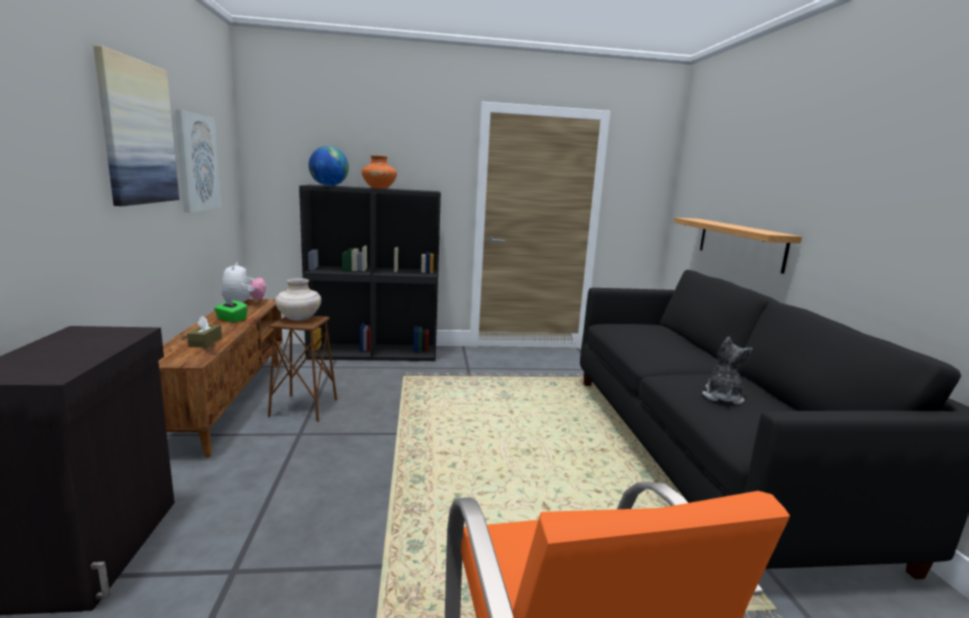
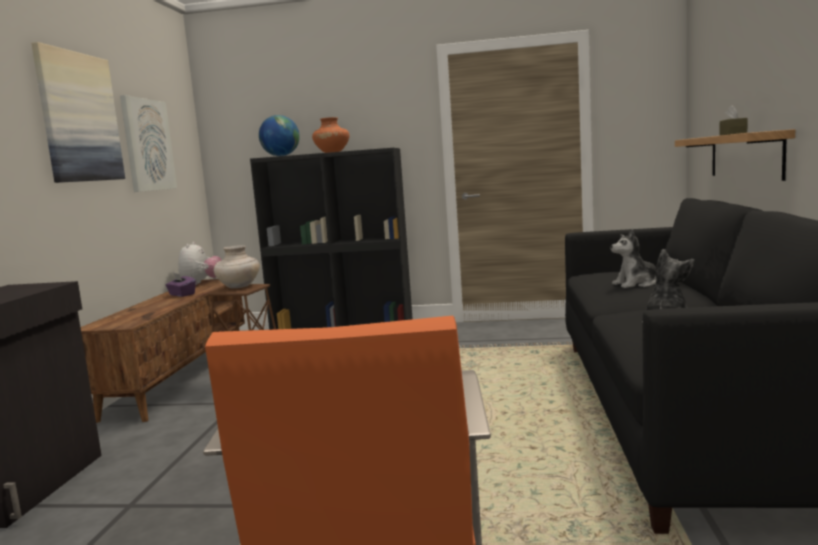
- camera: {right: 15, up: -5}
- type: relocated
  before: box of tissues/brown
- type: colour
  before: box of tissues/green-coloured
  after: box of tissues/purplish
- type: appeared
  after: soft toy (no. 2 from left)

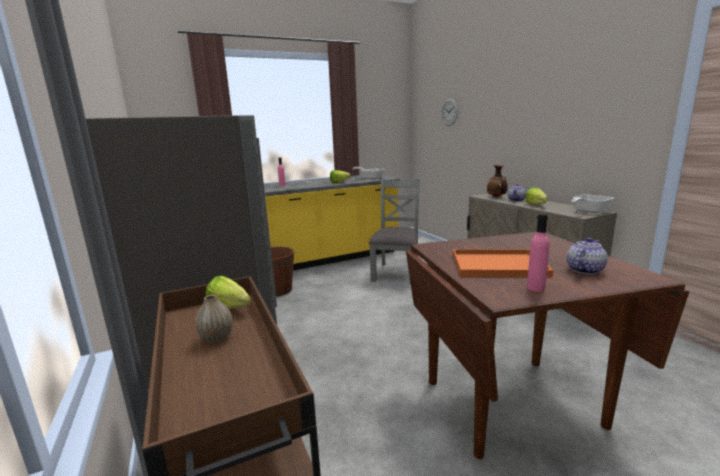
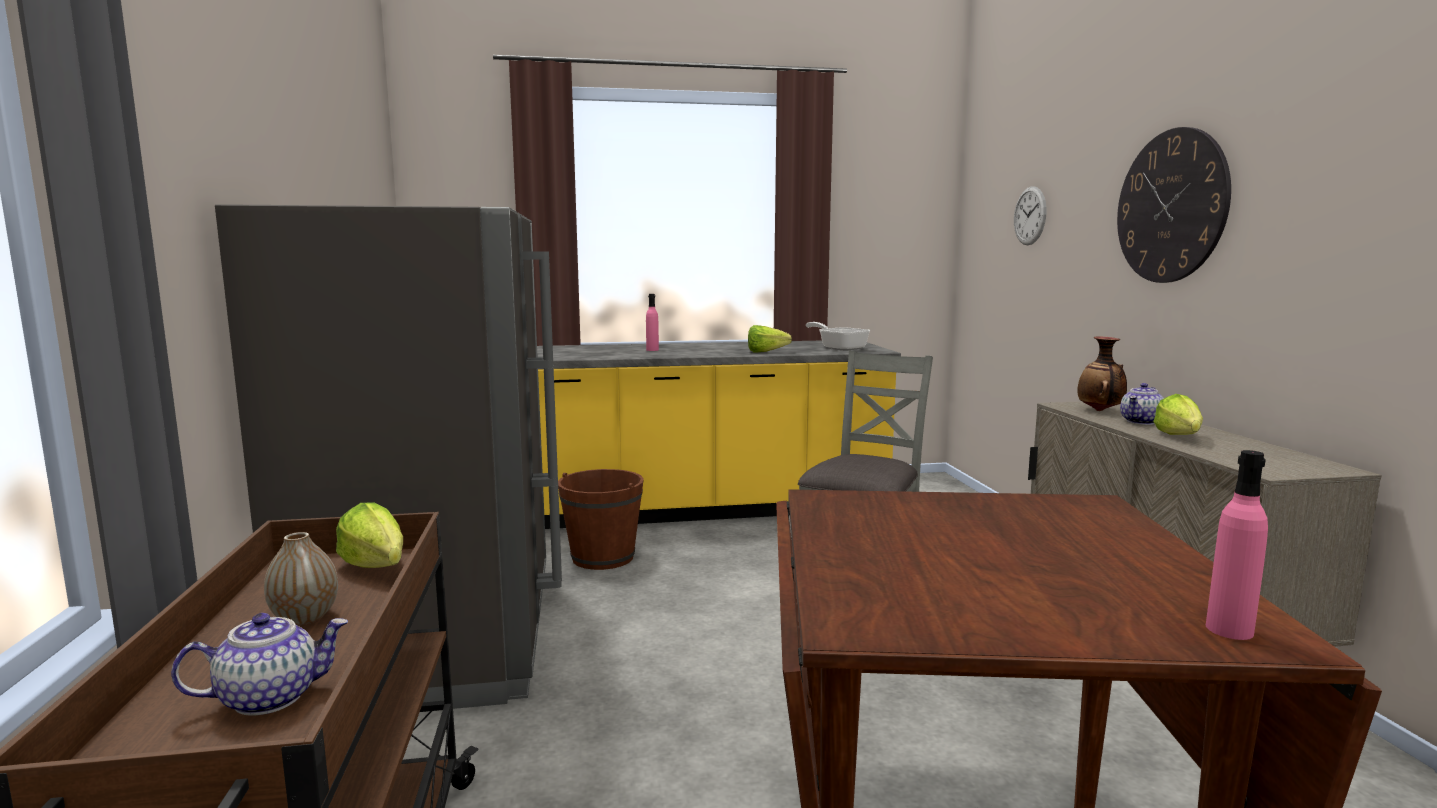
- camera: {right: 15, up: -5}
- type: missing
  before: tray/orange-coloured
- type: relocated
  before: beverage bottle/pinkish (no. 2 from left)
- type: relocated
  before: teapot (no. 2 from left in the first image)
  after: teapot (no. 1 from left)
- type: missing
  before: pan (no. 2 from left)
- type: appeared
  after: wall clock (no. 2 from left)

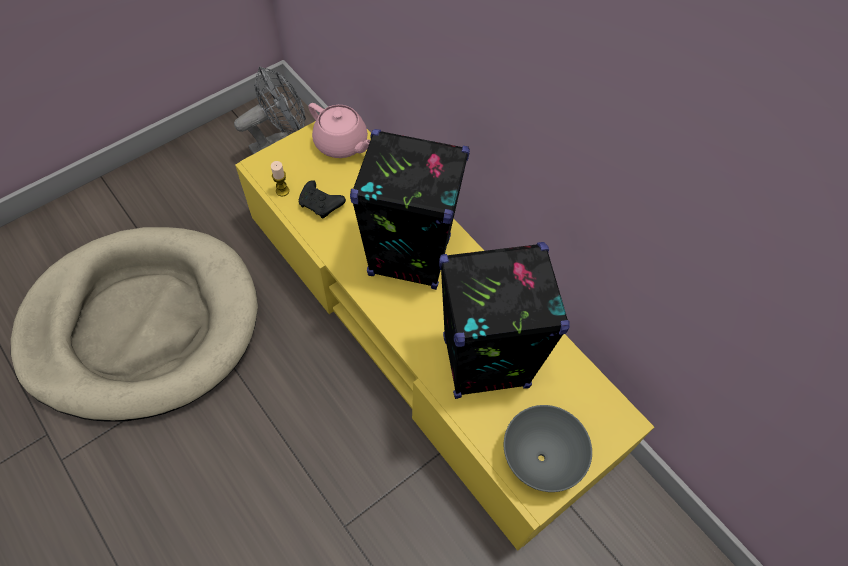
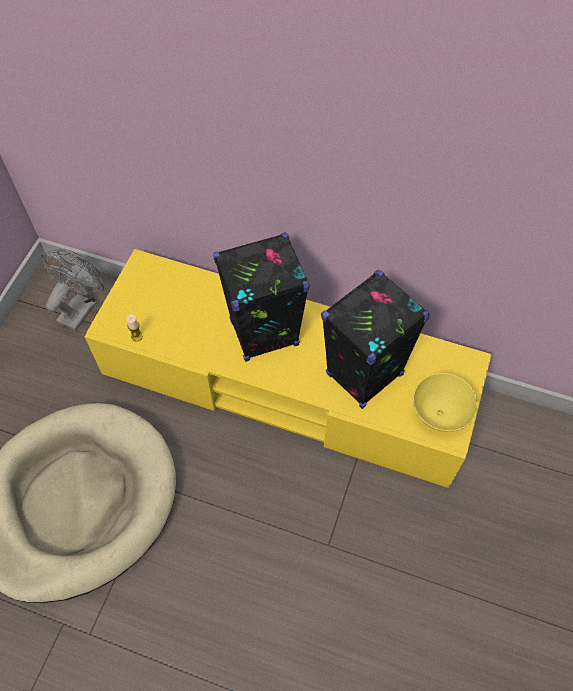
- camera: {right: -30, up: 0}
- type: missing
  before: joypad/blackish
- type: missing
  before: teapot/pinkish
- type: colour
  before: deep dish/gray
  after: deep dish/yellowish

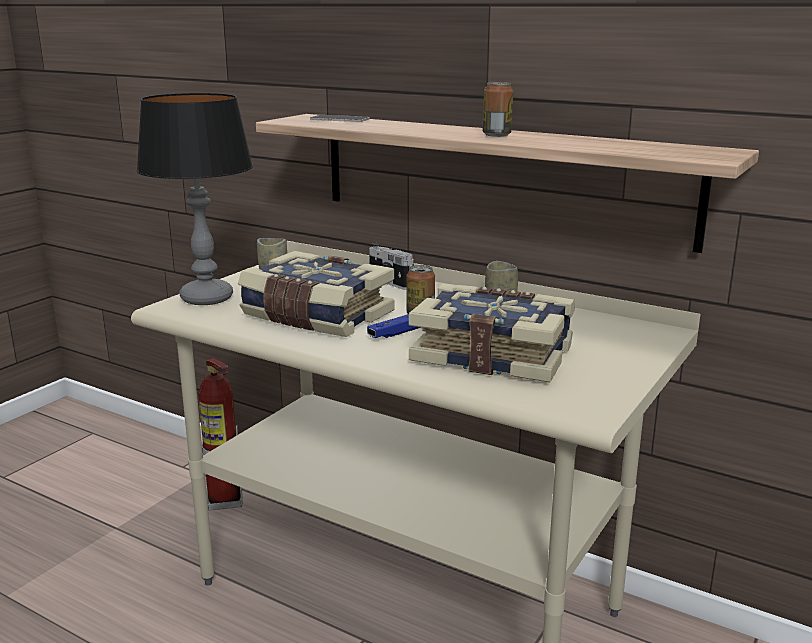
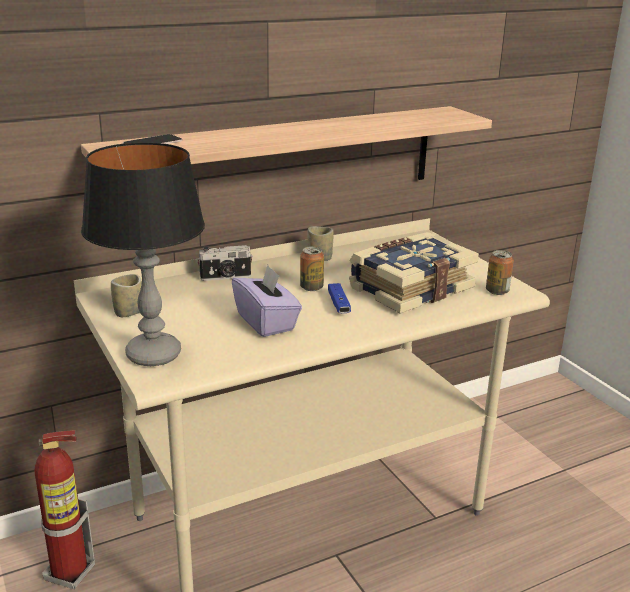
- camera: {right: -60, up: 5}
- type: exchanged
  before: book (no. 1 from left)
  after: box of tissues/purplish
- type: relocated
  before: sealed can (no. 2 from left)

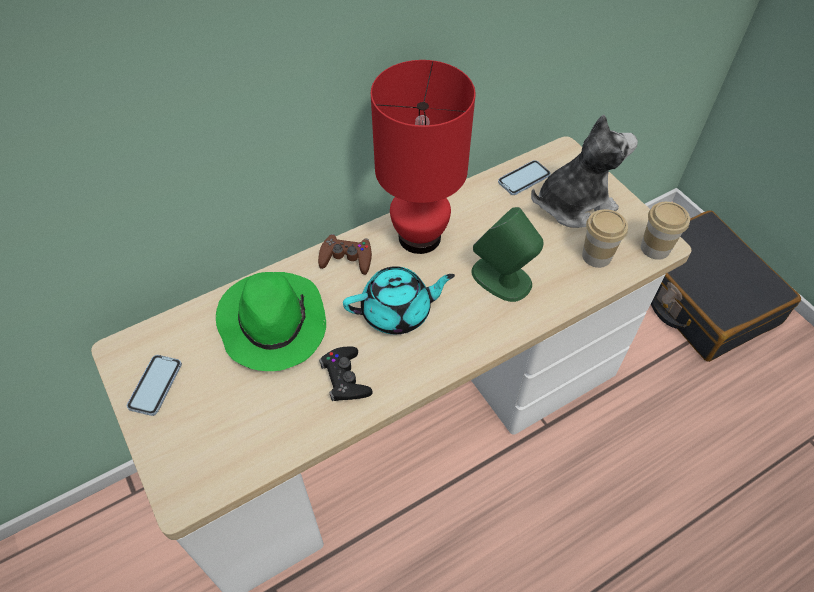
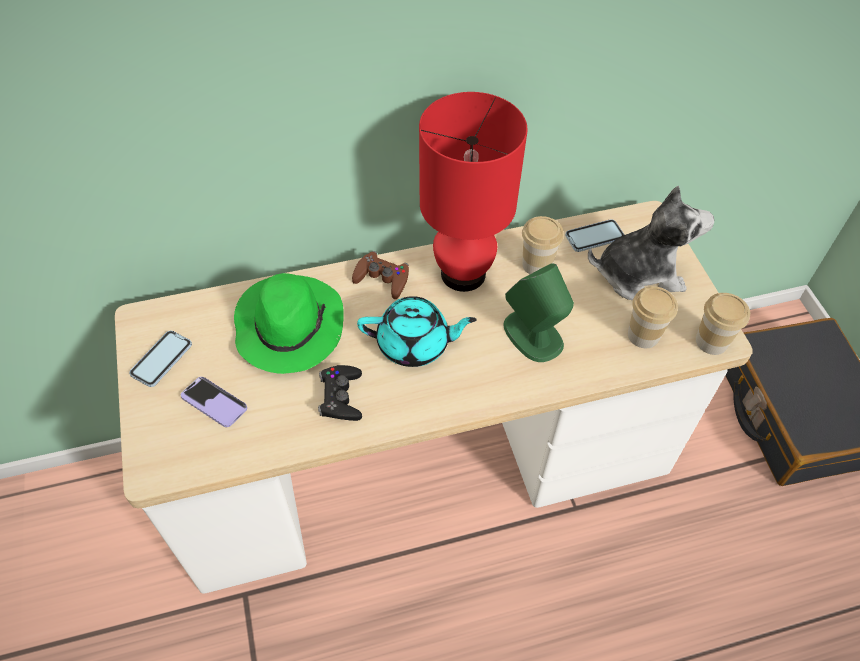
- camera: {right: 15, up: 0}
- type: appeared
  after: telephone (no. 2 from left)
- type: appeared
  after: cup (no. 1 from left)

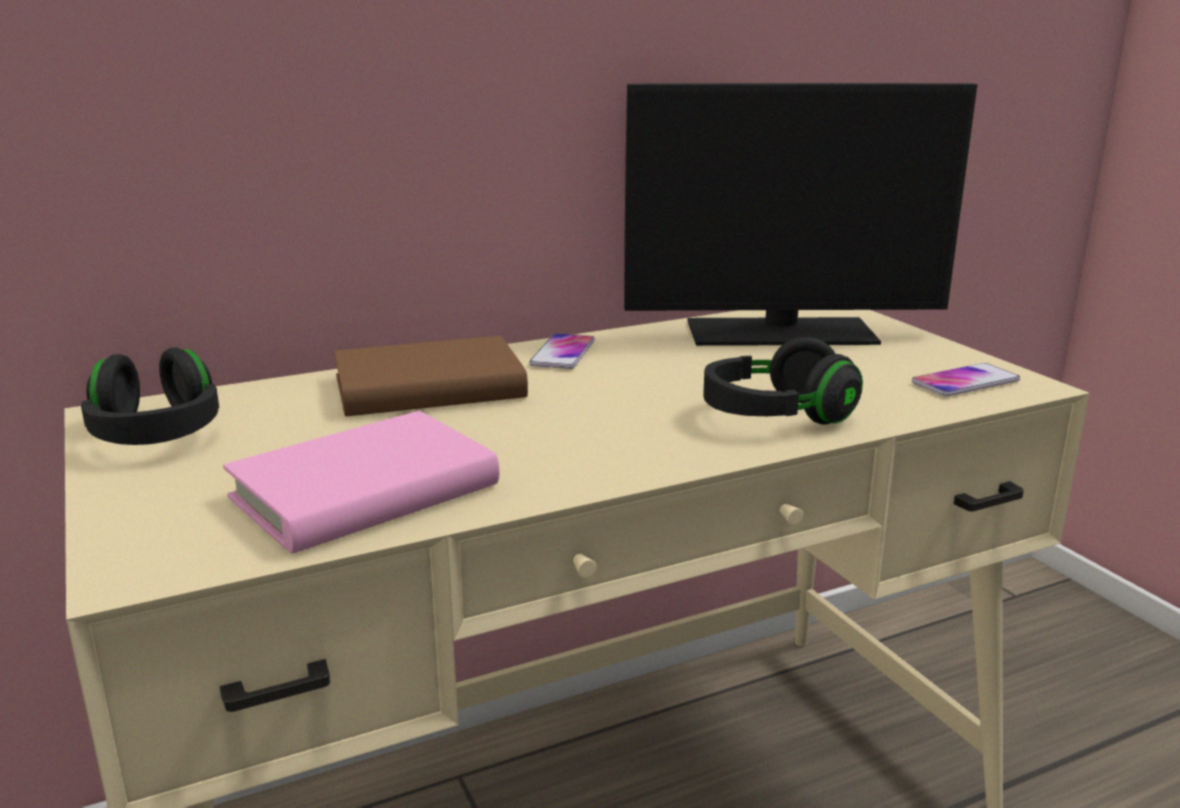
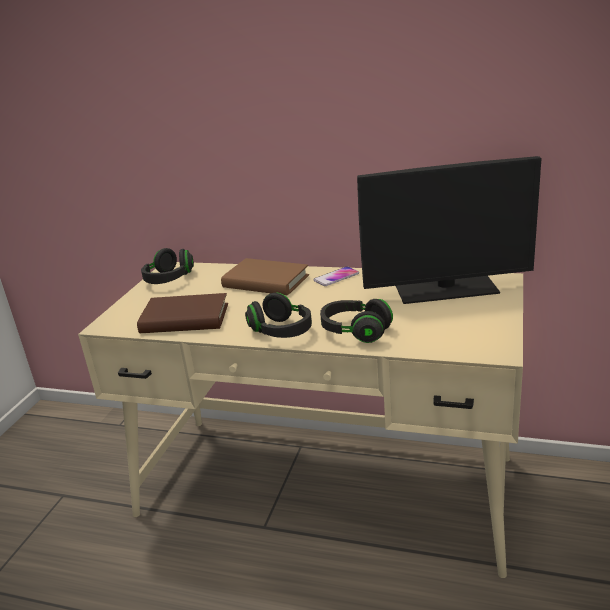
- camera: {right: 45, up: 5}
- type: colour
  before: book/pinkish
  after: book/brown (no. 1 from left)
- type: spun
  before: monitor
  turn: -45
- type: missing
  before: telephone (no. 2 from left)
- type: appeared
  after: headphones/blackish (no. 2 from left)

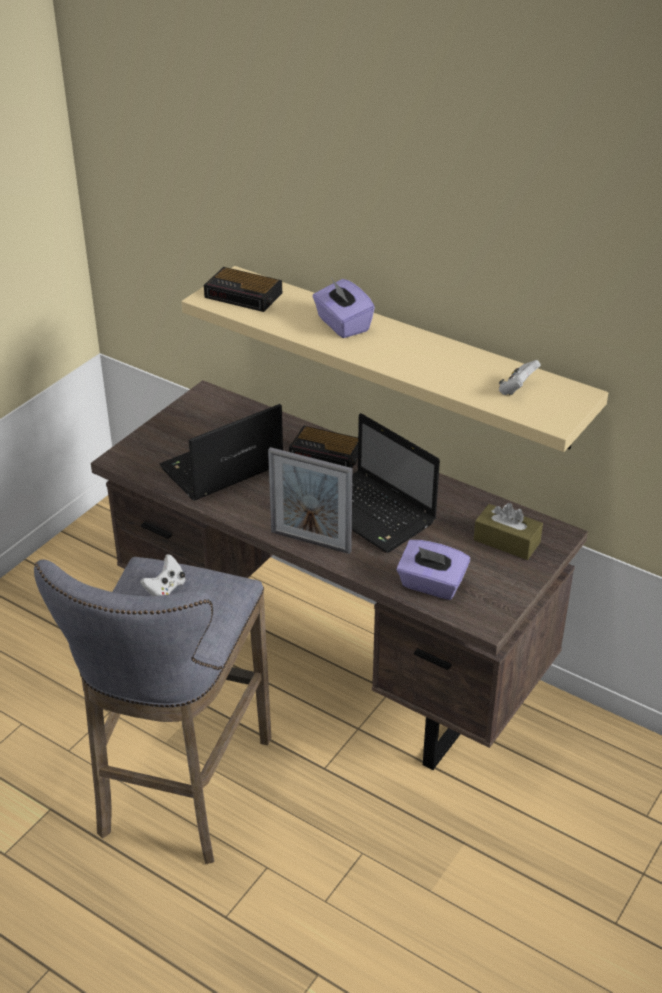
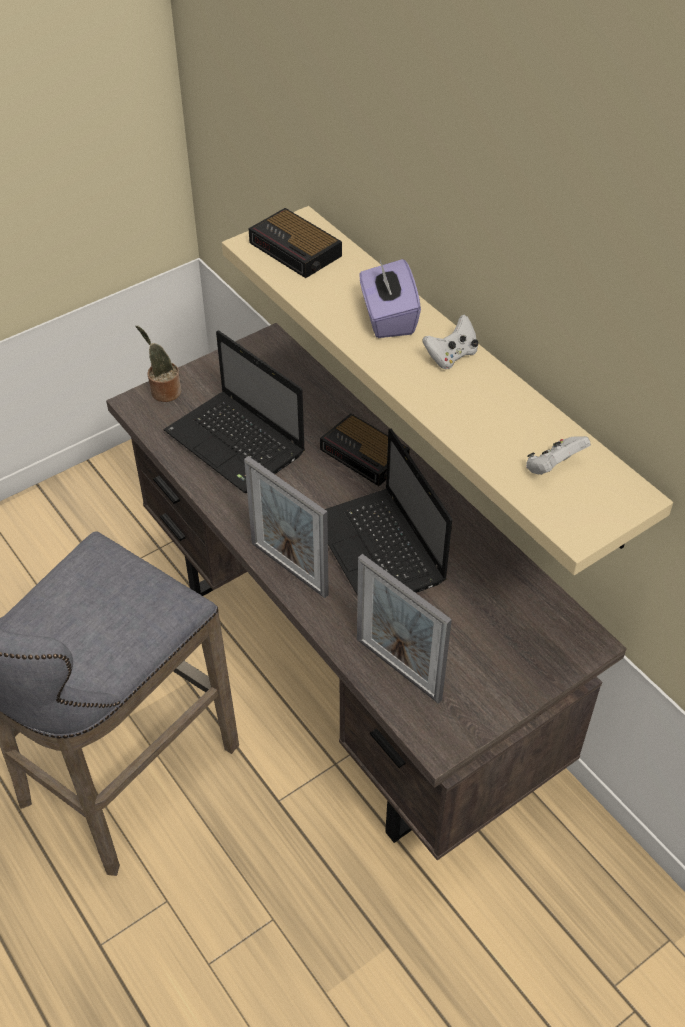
- camera: {right: 20, up: 10}
- type: relocated
  before: joypad/white-coloured (no. 1 from left)
- type: spun
  before: portable computer (no. 1 from left)
  turn: -120
- type: exchanged
  before: box of tissues/purplish (no. 2 from left)
  after: photo frame (no. 2 from left)
- type: missing
  before: box of tissues/brown
- type: appeared
  after: houseplant

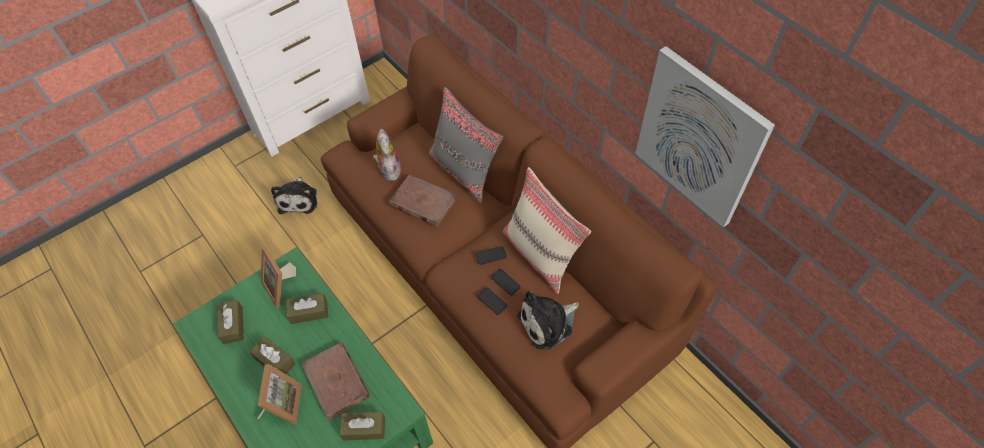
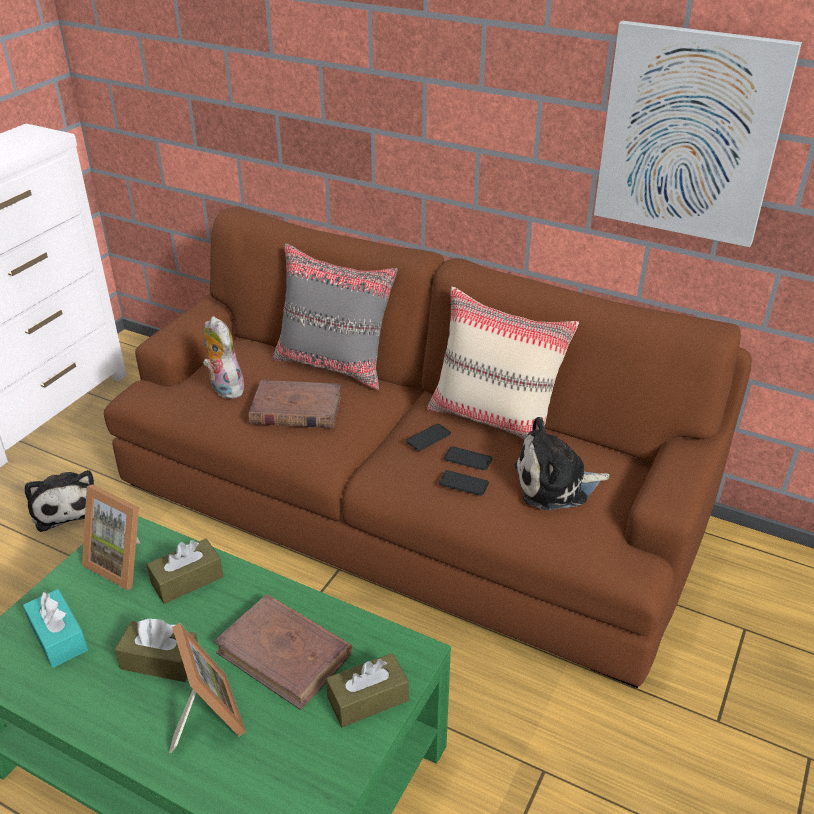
- camera: {right: -25, up: -20}
- type: colour
  before: box of tissues/brown (no. 1 from left)
  after: box of tissues/blue-green
- type: spun
  before: soft toy (no. 3 from left)
  turn: 45

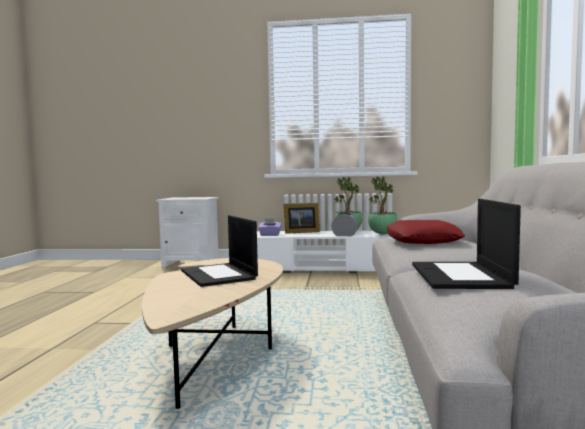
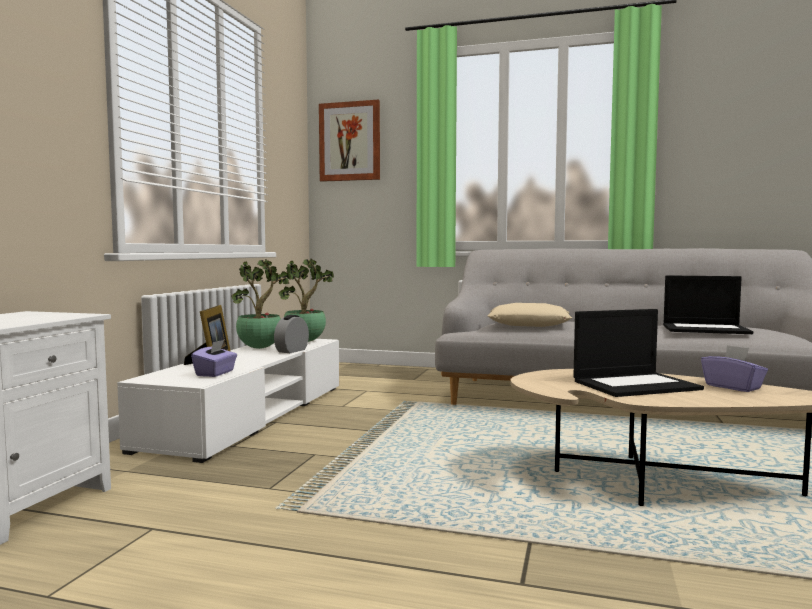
- camera: {right: -80, up: 0}
- type: colour
  before: cushion/reddish
  after: cushion/sand-coloured
- type: appeared
  after: picture
- type: appeared
  after: box of tissues/purplish (no. 2 from left)

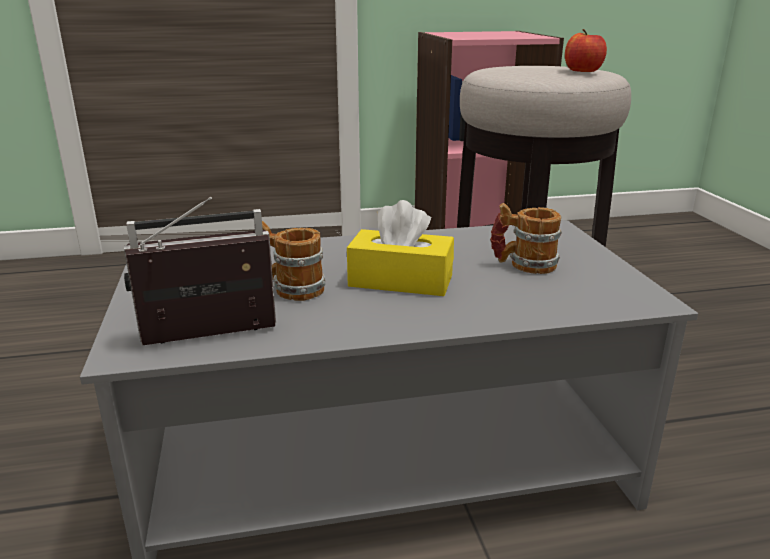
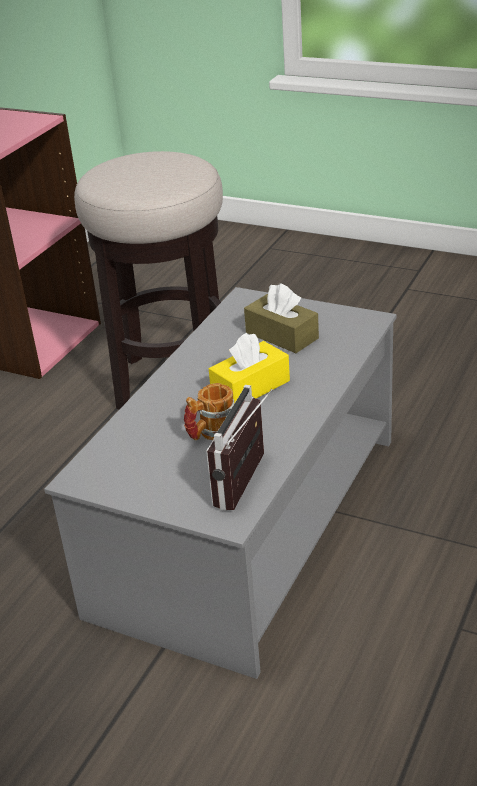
- camera: {right: -50, up: 10}
- type: exchanged
  before: tea mug (no. 2 from left)
  after: box of tissues/brown
- type: missing
  before: apple fruit

